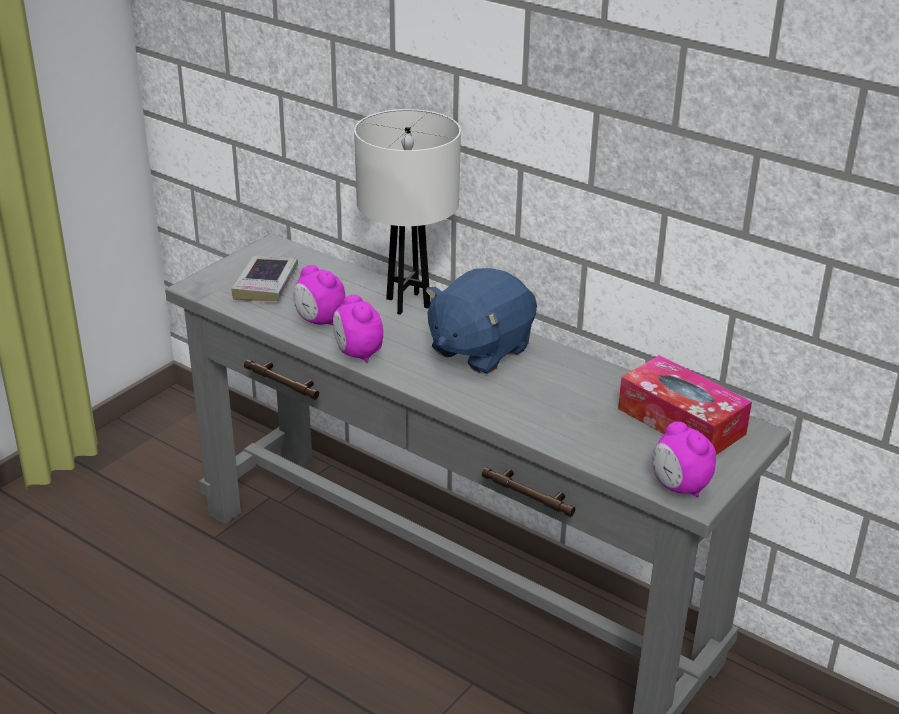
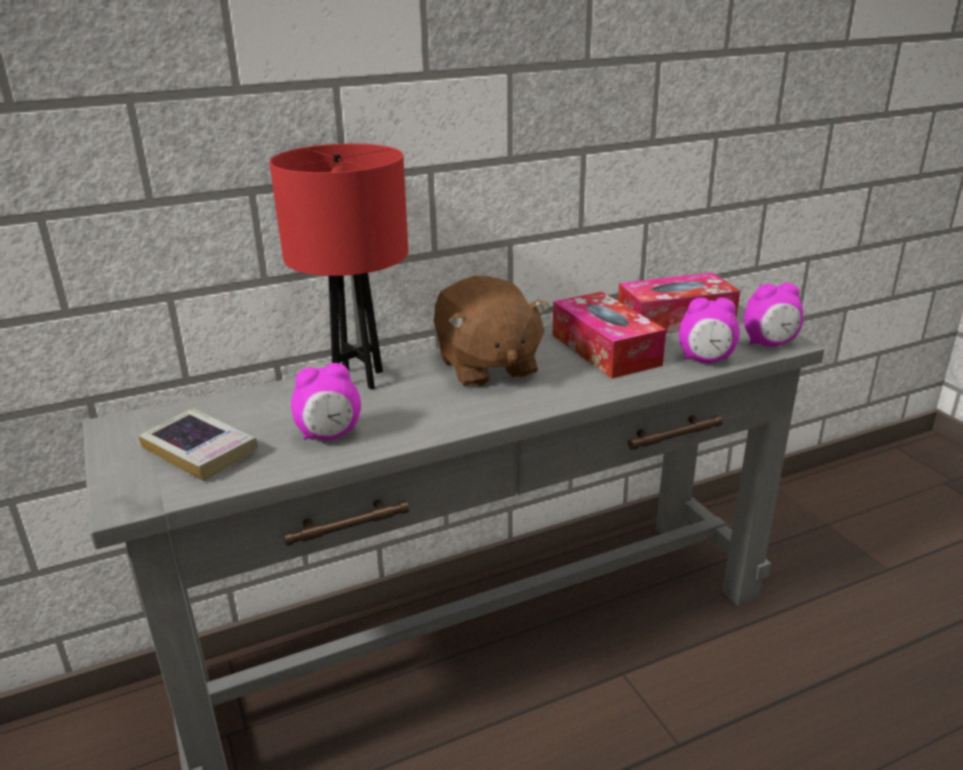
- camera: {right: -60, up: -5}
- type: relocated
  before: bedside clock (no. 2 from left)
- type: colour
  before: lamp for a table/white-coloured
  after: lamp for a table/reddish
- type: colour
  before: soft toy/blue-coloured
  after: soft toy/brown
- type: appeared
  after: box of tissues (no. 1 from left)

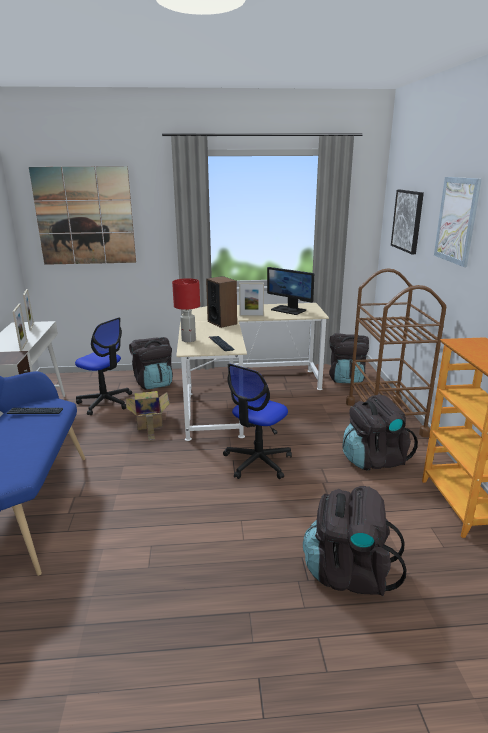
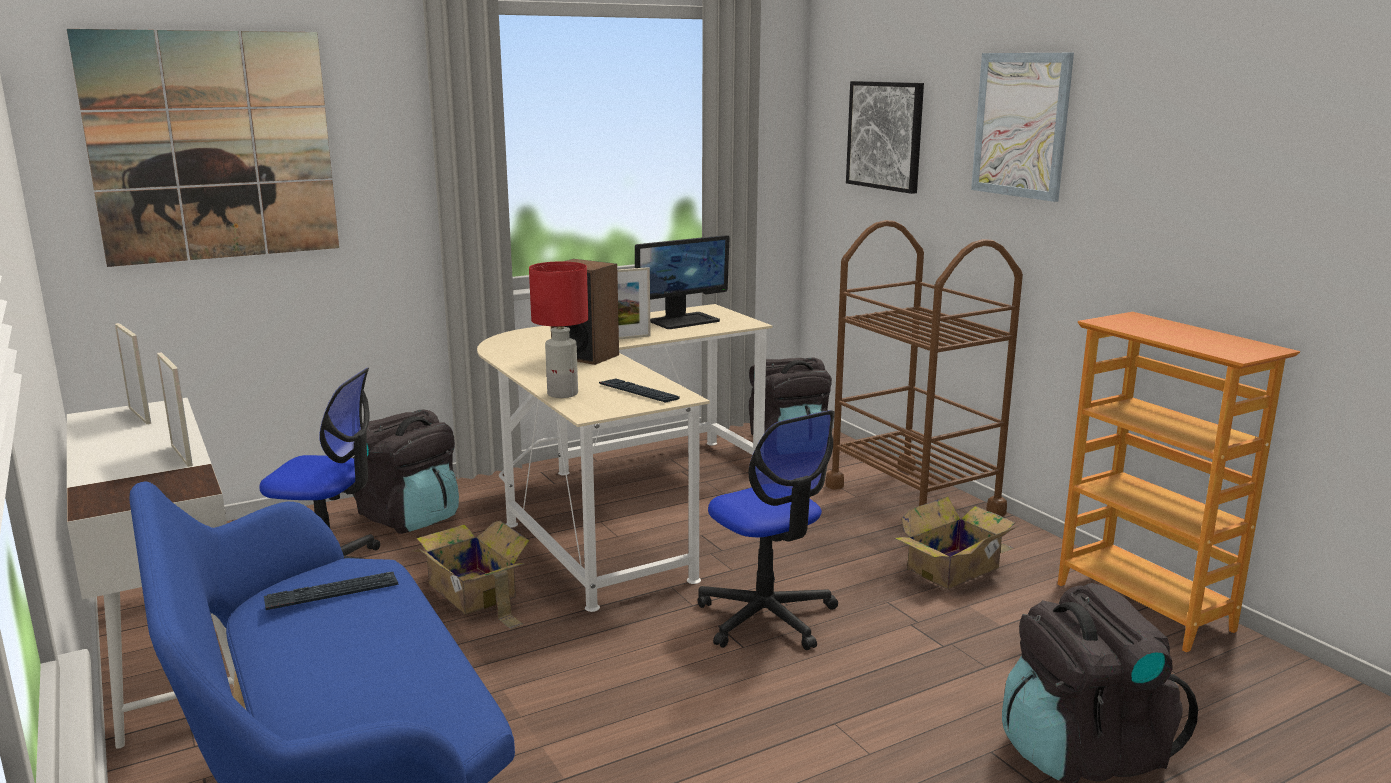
- camera: {right: -25, up: -5}
- type: spun
  before: desk chair (no. 2 from left)
  turn: -45
- type: spun
  before: monitor
  turn: -45
- type: exchanged
  before: knapsack/blackish (no. 4 from left)
  after: cardboard box (no. 2 from left)

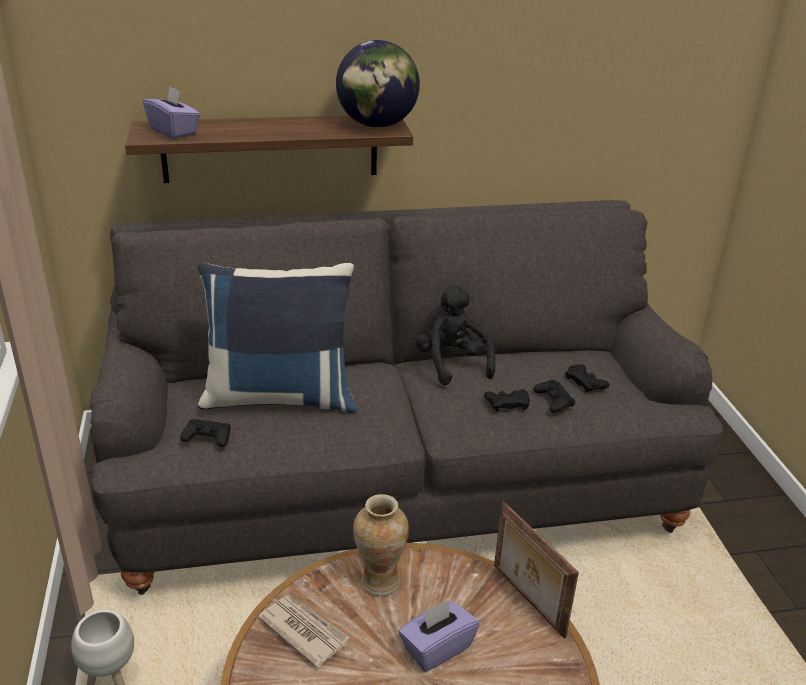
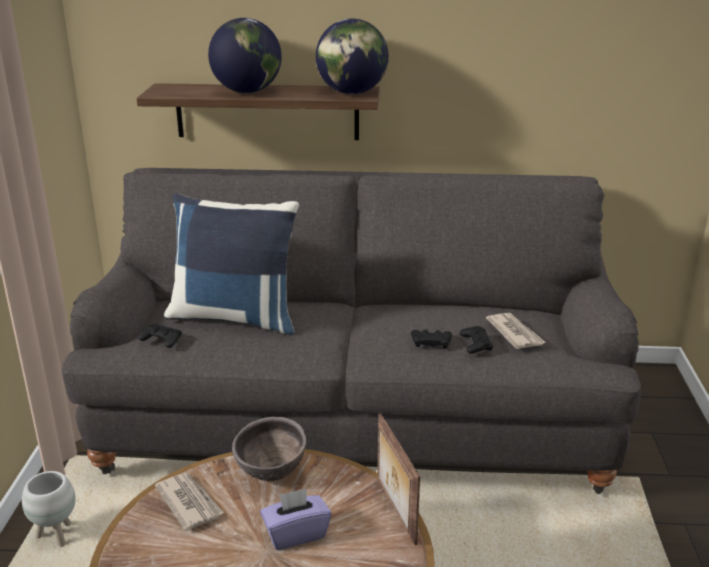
- camera: {right: 15, up: -5}
- type: missing
  before: box of tissues/purplish (no. 1 from left)
- type: exchanged
  before: vase
  after: deep dish/brown
- type: missing
  before: soft toy/blackish
- type: exchanged
  before: joypad/blackish (no. 4 from left)
  after: newspaper (no. 2 from left)
- type: appeared
  after: desk globe (no. 1 from left)

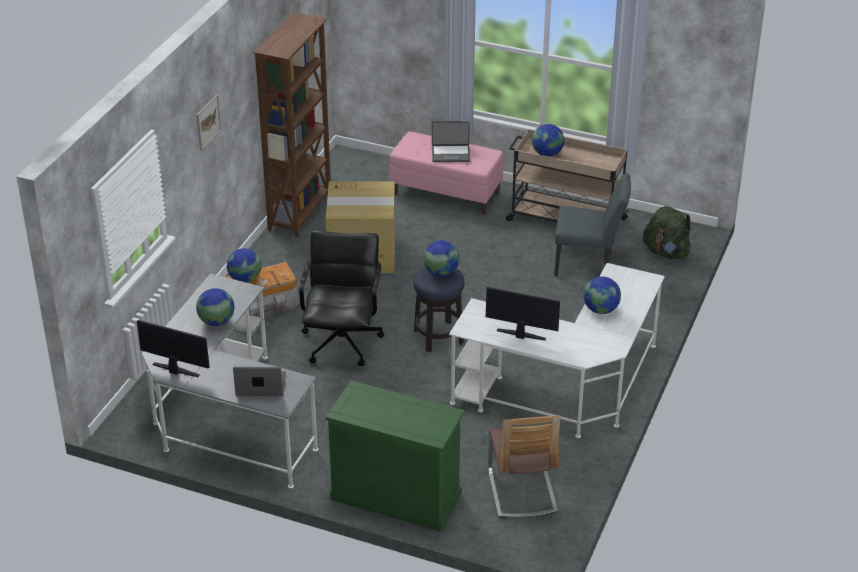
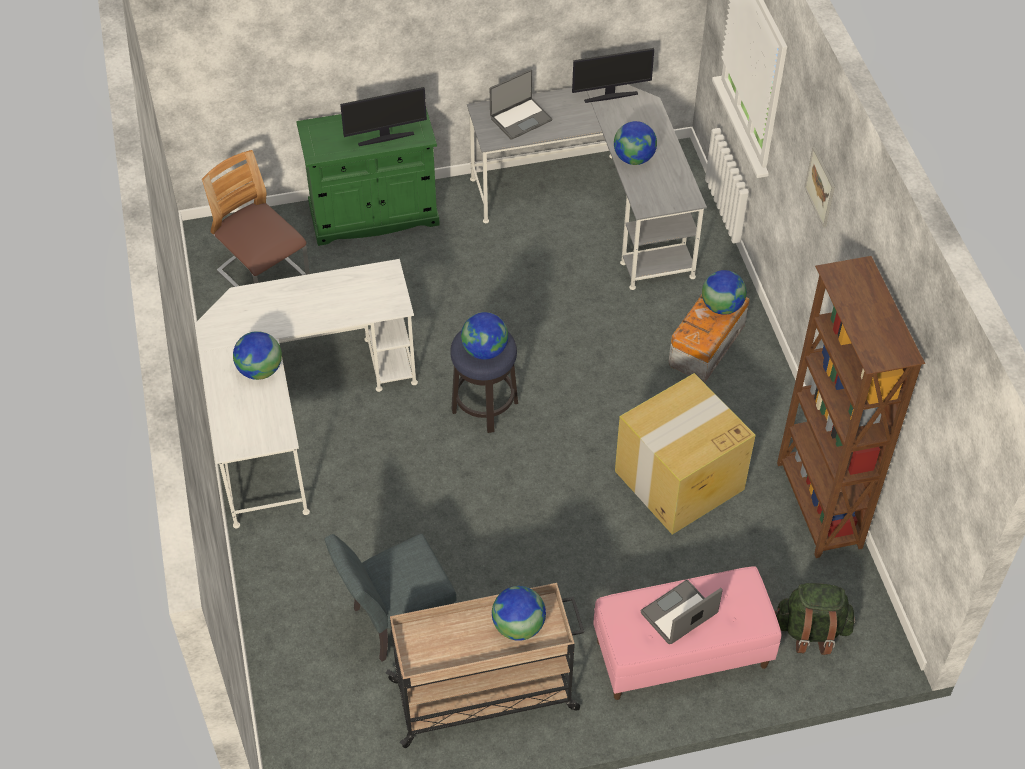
- camera: {right: 145, up: 15}
- type: missing
  before: desk chair/blackish
- type: relocated
  before: monitor (no. 2 from left in the first image)
  after: monitor (no. 1 from left)
- type: relocated
  before: knapsack/green-coloured

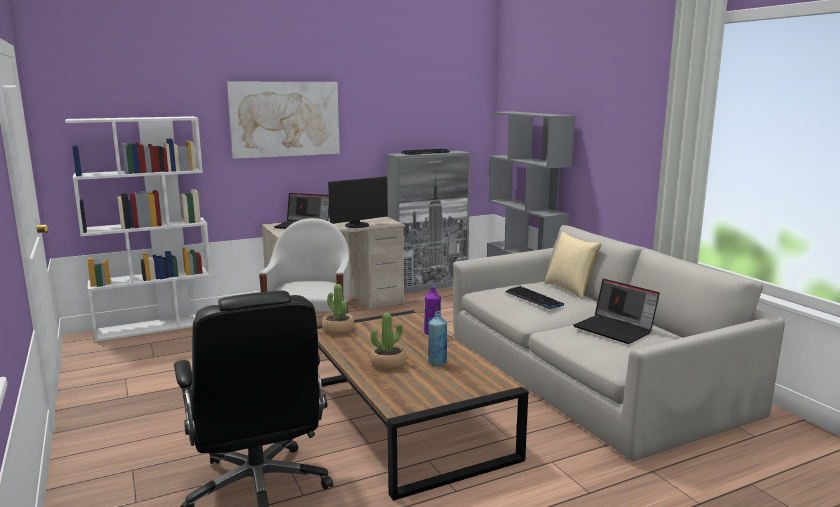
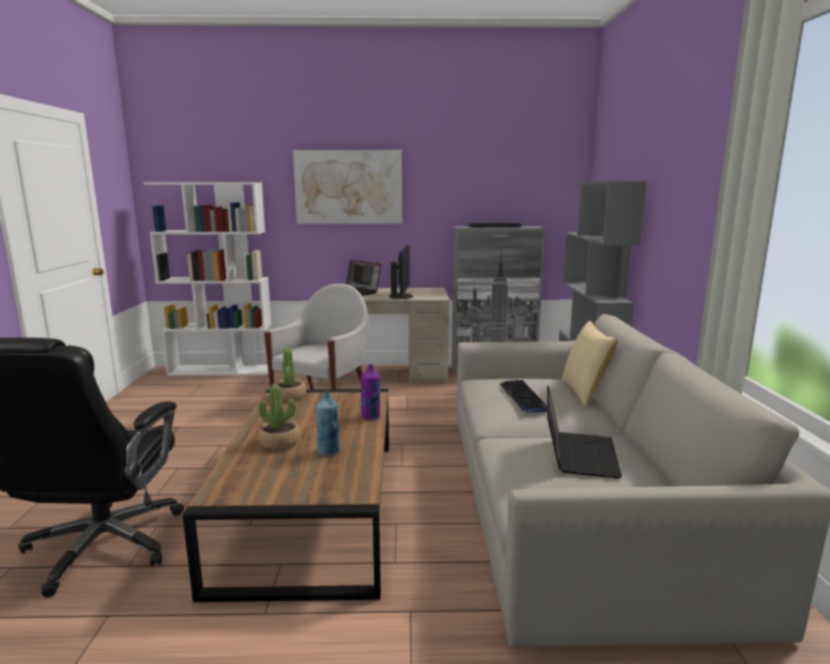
- camera: {right: 25, up: 0}
- type: spun
  before: monitor
  turn: -75
- type: spun
  before: portable computer (no. 2 from left)
  turn: -150

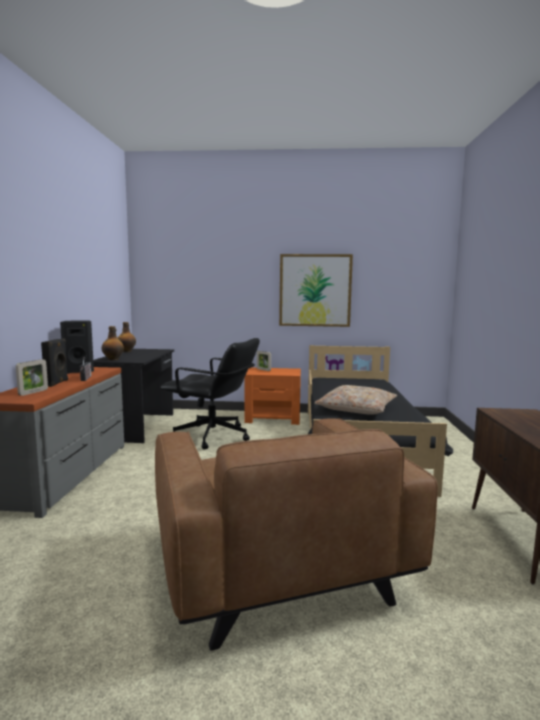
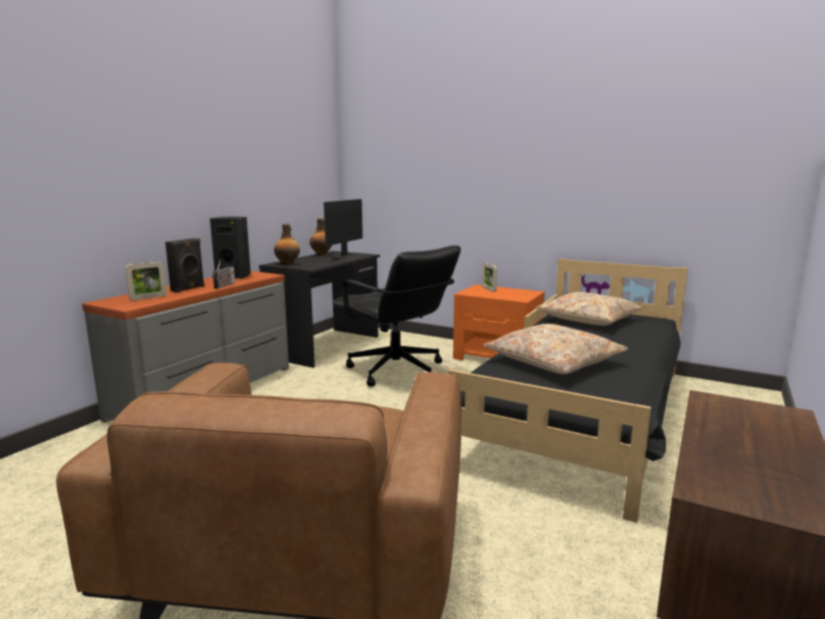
- camera: {right: 25, up: 5}
- type: missing
  before: picture
- type: appeared
  after: monitor
- type: appeared
  after: cushion/sand-coloured (no. 2 from left)

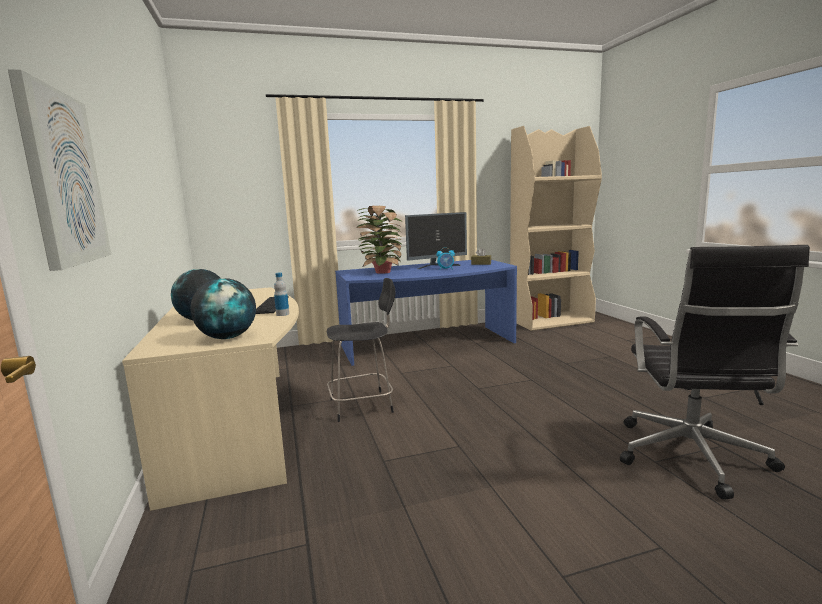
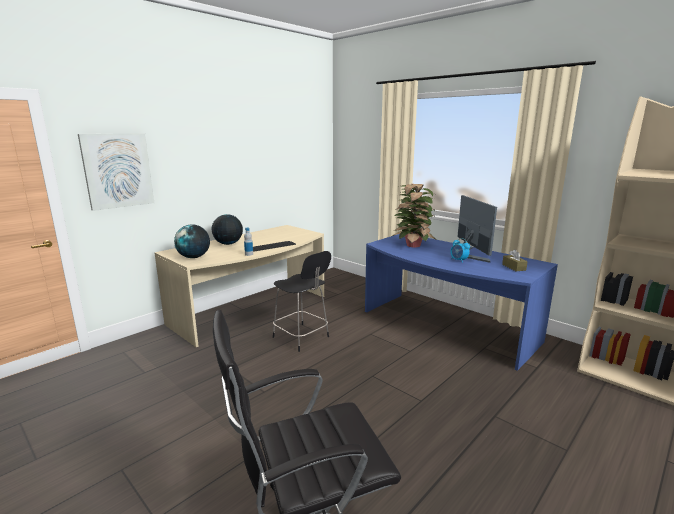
- camera: {right: 60, up: 5}
- type: spun
  before: monitor
  turn: -135

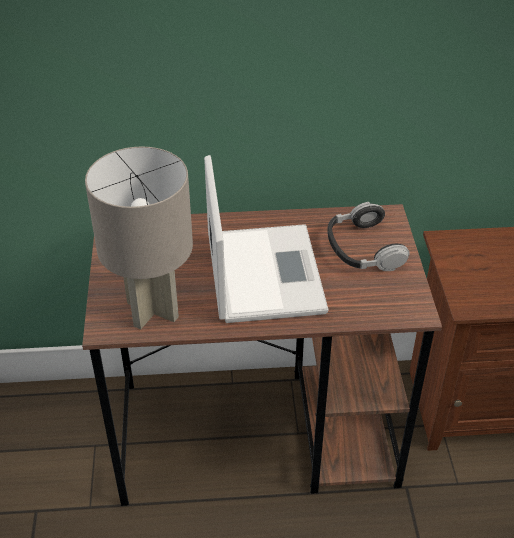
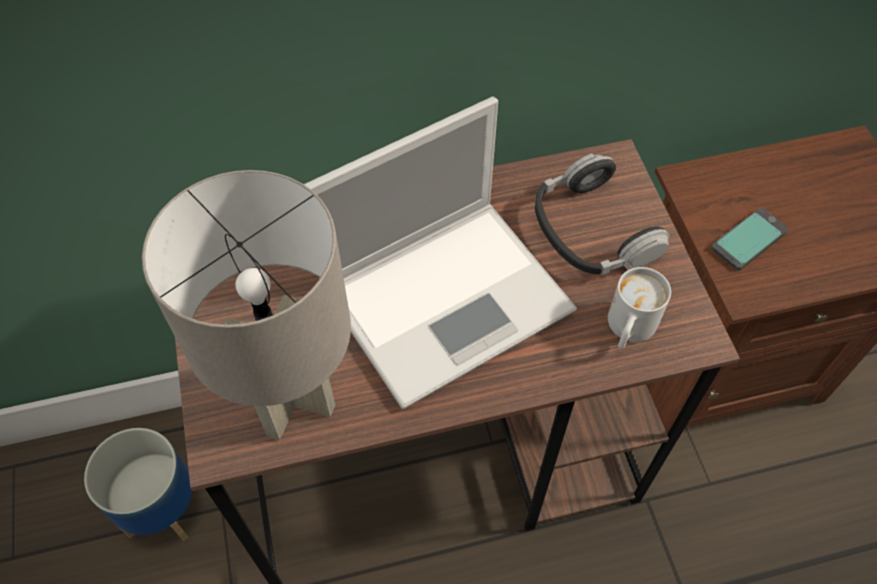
- camera: {right: -10, up: 15}
- type: spun
  before: portable computer
  turn: 75
- type: appeared
  after: flower pot
- type: appeared
  after: tea mug/white-coloured
- type: appeared
  after: telephone

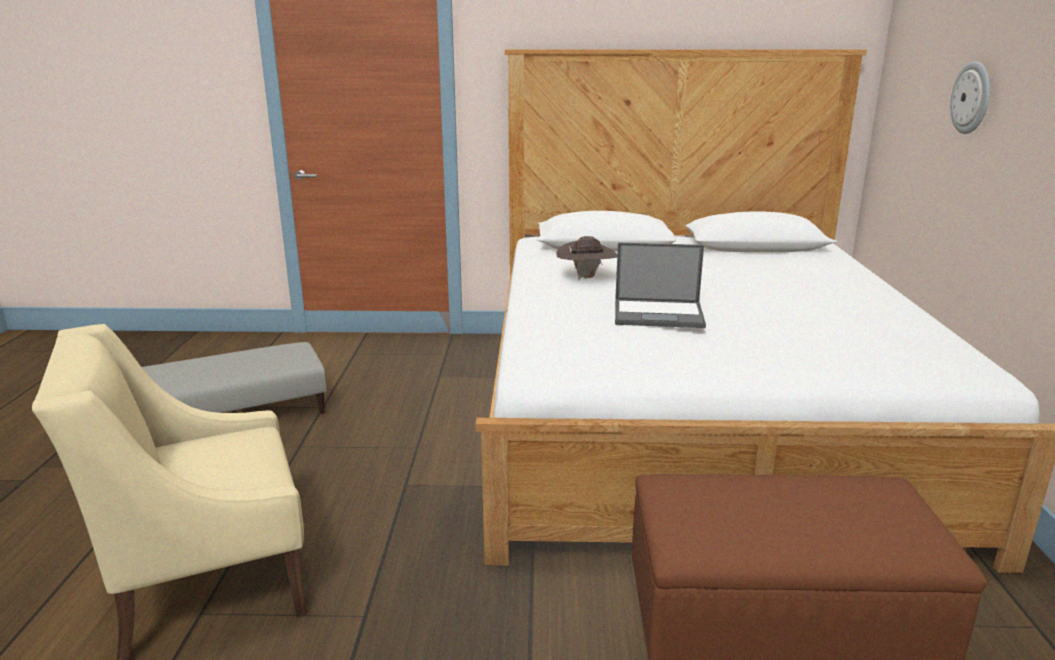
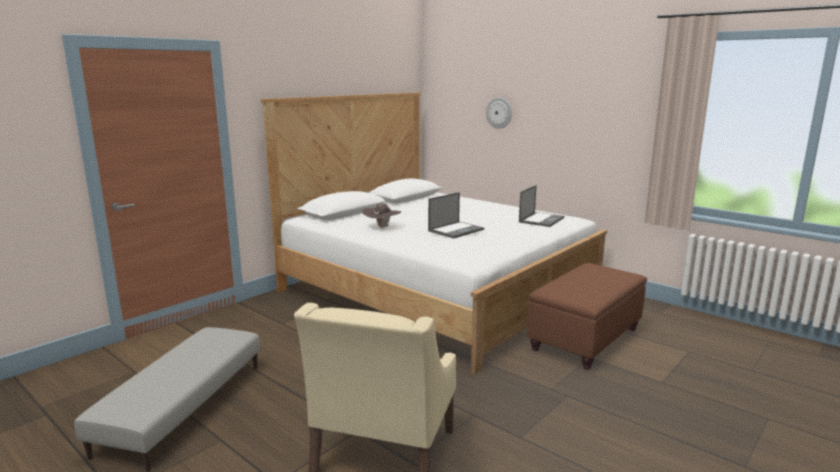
- camera: {right: -50, up: -5}
- type: appeared
  after: portable computer (no. 2 from left)

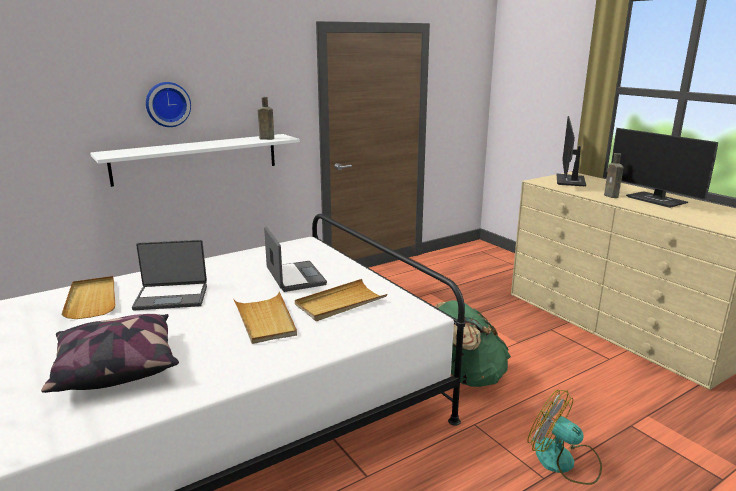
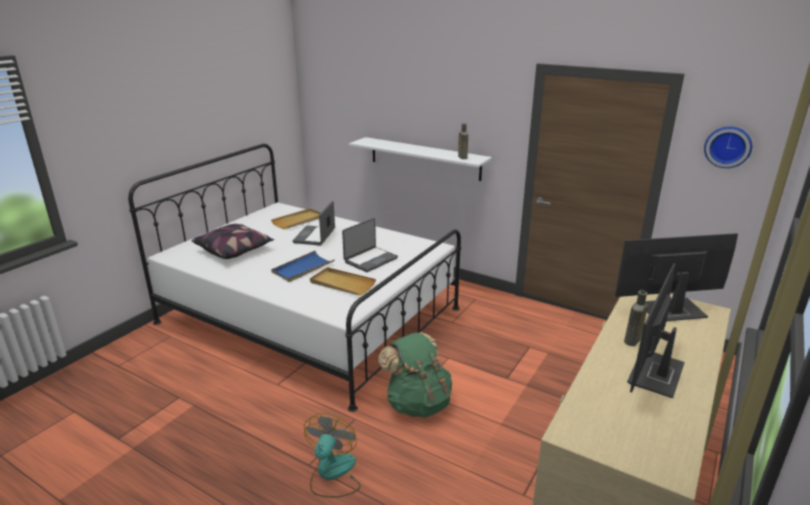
- camera: {right: 65, up: 5}
- type: spun
  before: portable computer (no. 1 from left)
  turn: 45
- type: relocated
  before: wall clock
- type: colour
  before: tray/sand-coloured (no. 2 from left)
  after: tray/blue-coloured

